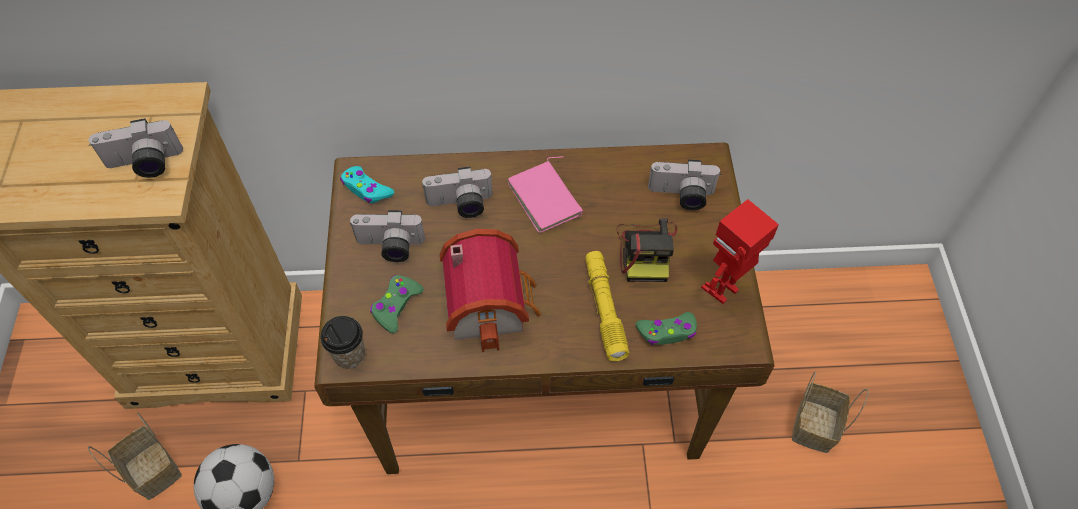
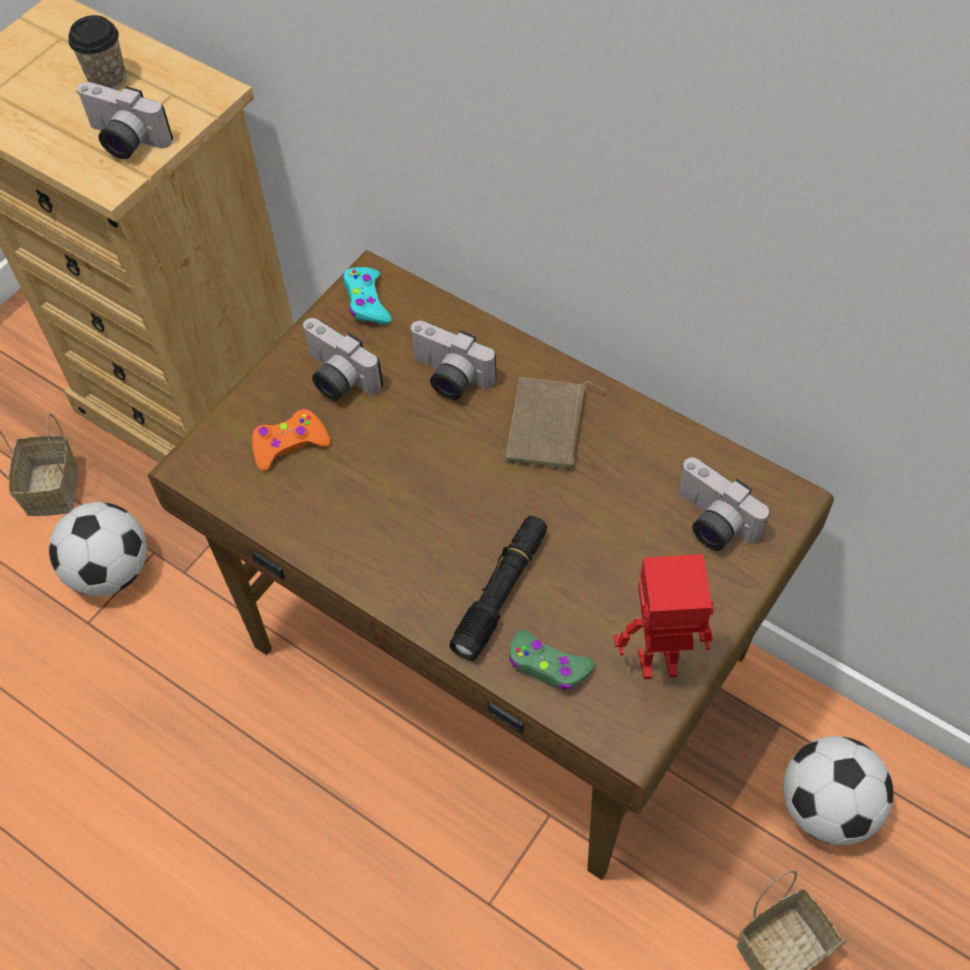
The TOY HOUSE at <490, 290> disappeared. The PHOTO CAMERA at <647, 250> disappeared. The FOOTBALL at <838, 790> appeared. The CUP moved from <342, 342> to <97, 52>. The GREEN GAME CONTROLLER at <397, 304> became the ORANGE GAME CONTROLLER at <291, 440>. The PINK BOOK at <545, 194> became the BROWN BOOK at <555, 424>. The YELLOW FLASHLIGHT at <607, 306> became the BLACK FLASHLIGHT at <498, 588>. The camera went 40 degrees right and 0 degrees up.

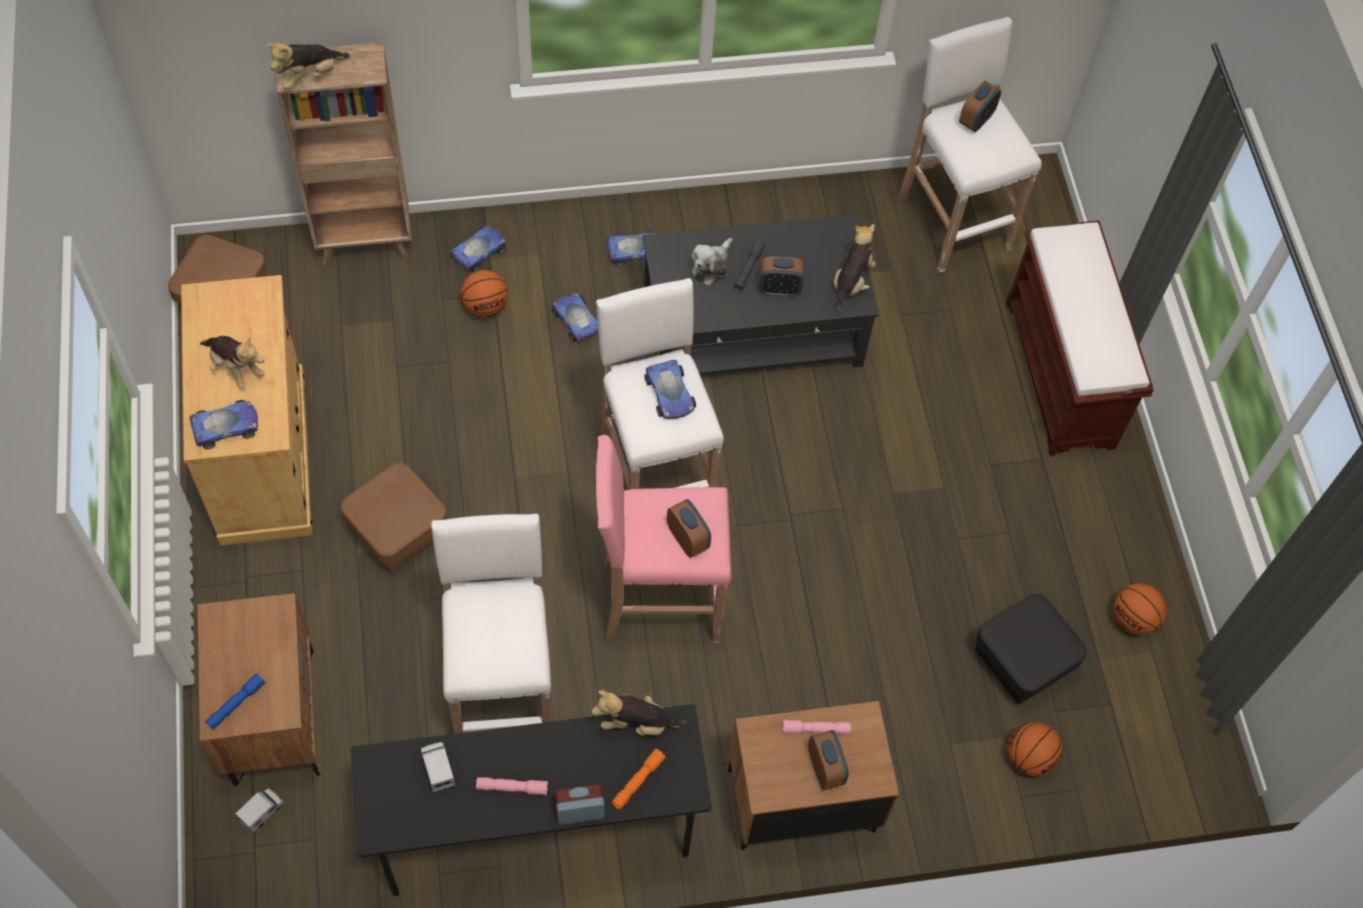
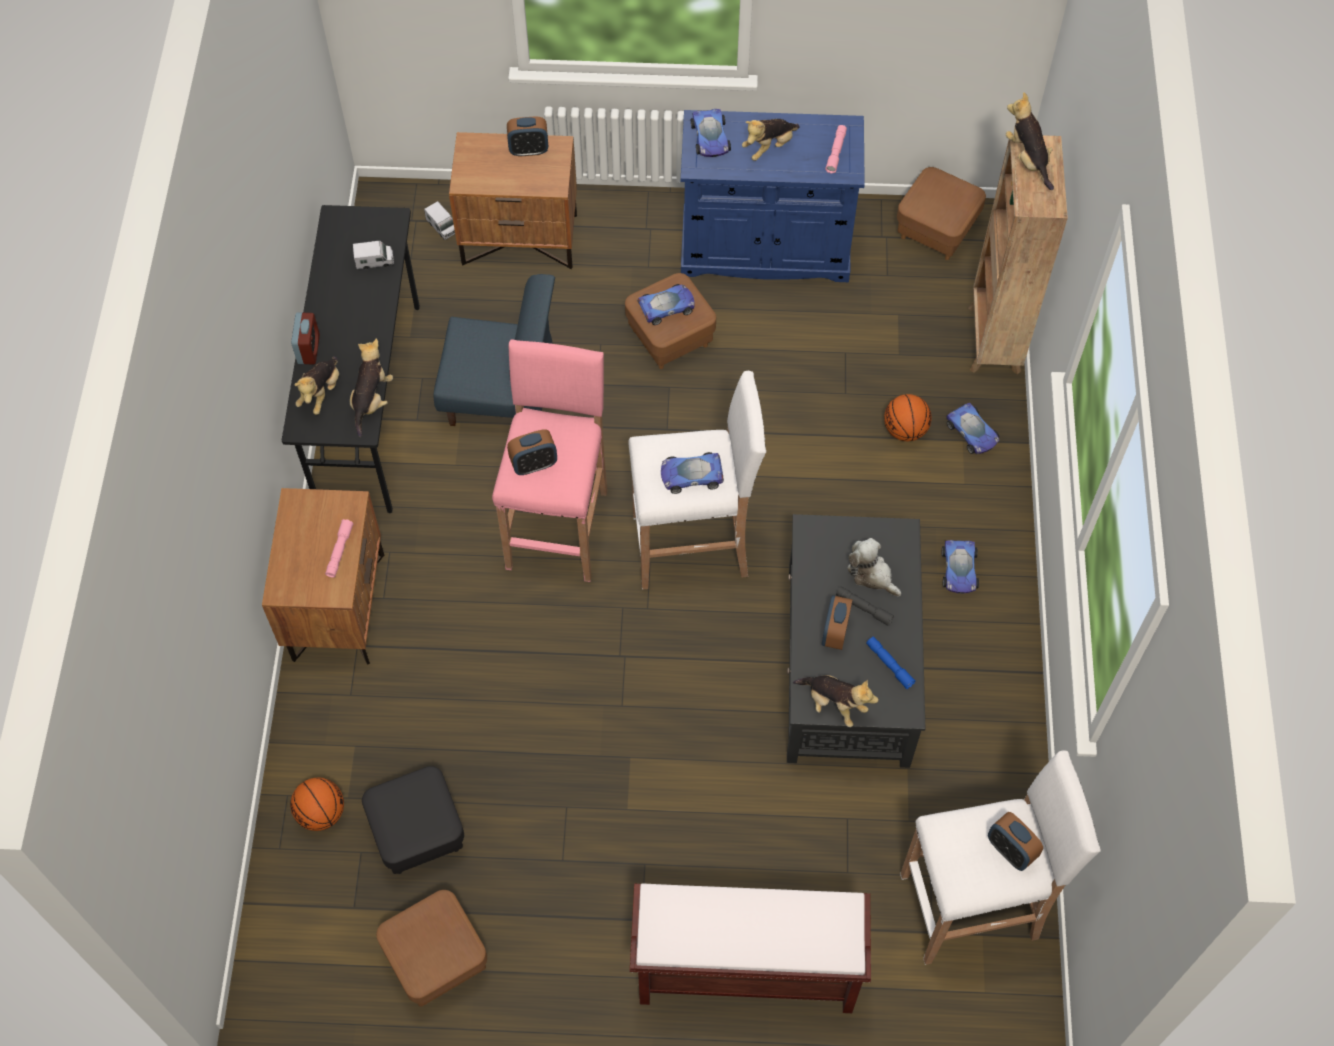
The BLUE FLASHLIGHT moved from <235, 701> to <891, 663>. The PINK FLASHLIGHT moved from <512, 786> to <836, 149>. The TOY CAR moved from <575, 317> to <666, 304>. The ALARM CLOCK moved from <828, 760> to <527, 137>. The WHITE STOOL at <491, 624> was replaced by the BLUE CHAIR at <494, 350>. The ORANGE FLASHLIGHT at <639, 779> was replaced by the PLUSH TOY at <316, 385>. The BASKETBALL at <1140, 609> was replaced by the BROWN OTTOMAN at <431, 948>. The BEIGE CABINET at <247, 410> became the BLUE CABINET at <773, 196>. The camera went 105 degrees right and 0 degrees up.

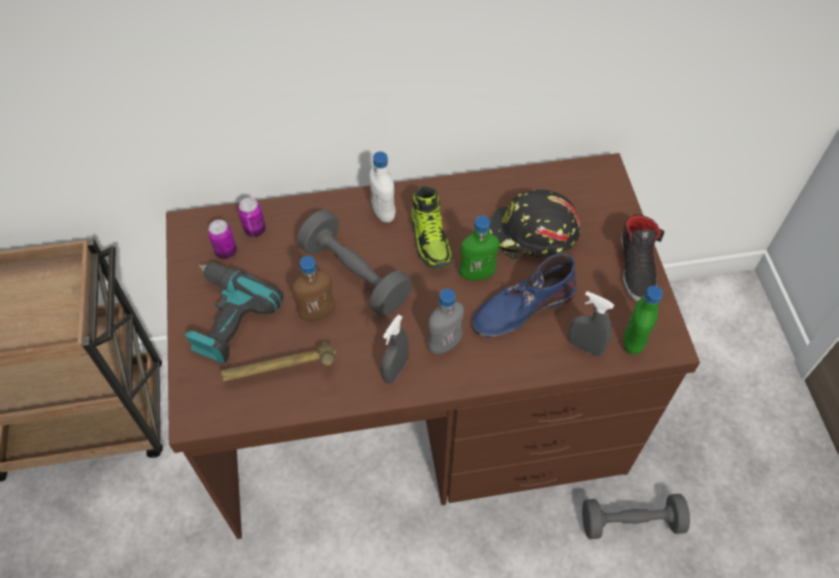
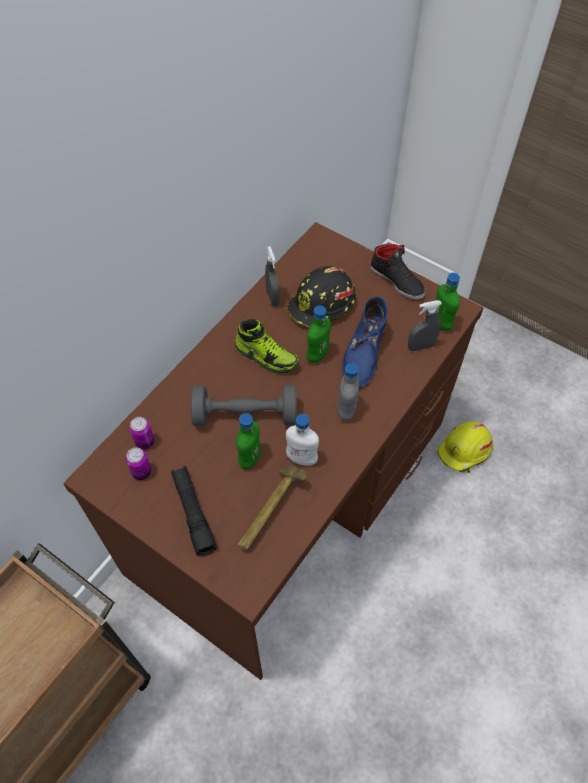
The WHITE BOTTLE moved from <382, 187> to <302, 440>. The GREY SPRAY BOTTLE moved from <395, 349> to <272, 276>. The POWER DRILL at <234, 313> was replaced by the BLACK FLASHLIGHT at <194, 511>. The GREY DUMBBELL at <636, 516> was replaced by the YELLOW HARD HAT at <465, 447>. The BROWN BOTTLE at <314, 288> became the GREEN BOTTLE at <248, 441>. The camera went 45 degrees left and 0 degrees up.

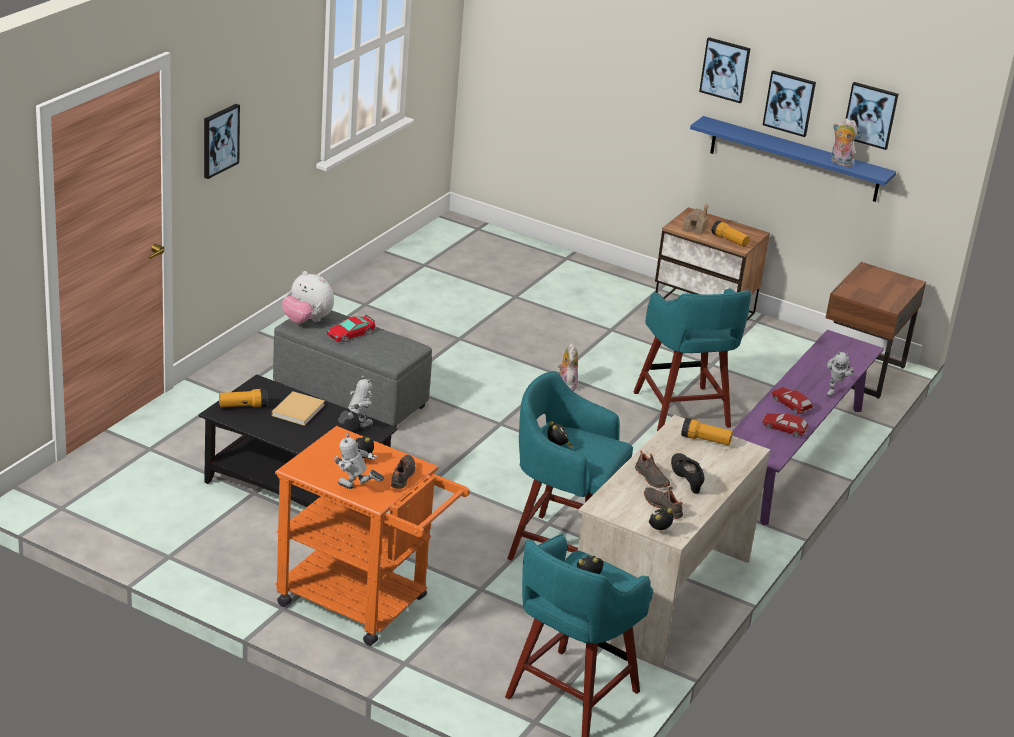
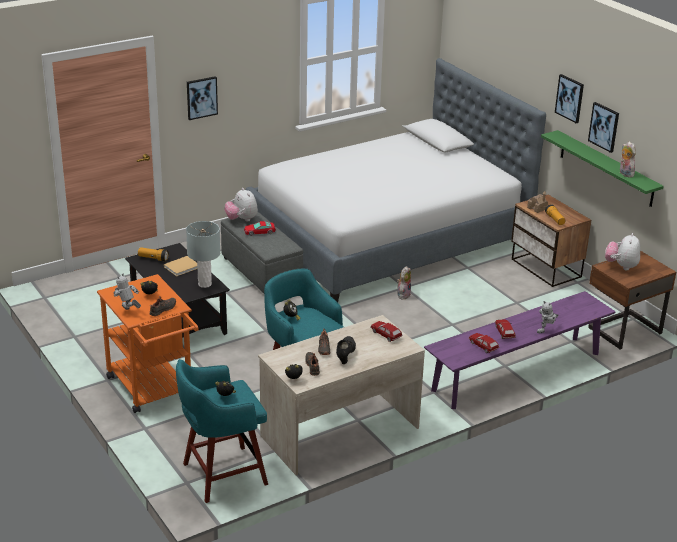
The TURQUOISE STOOL at <692, 359> disappeared. The PICTURE at <872, 116> disappeared. The BED at <395, 180> appeared. The PLUSH TOY at <622, 251> appeared. The TOY ROBOT at <355, 402> was replaced by the GREY TABLE LAMP at <203, 254>. The FLASHLIGHT at <707, 432> was replaced by the TOY CAR at <386, 331>. The BLUE SHELF at <793, 159> became the GREEN SHELF at <602, 168>. The camera went 30 degrees right and 0 degrees up.

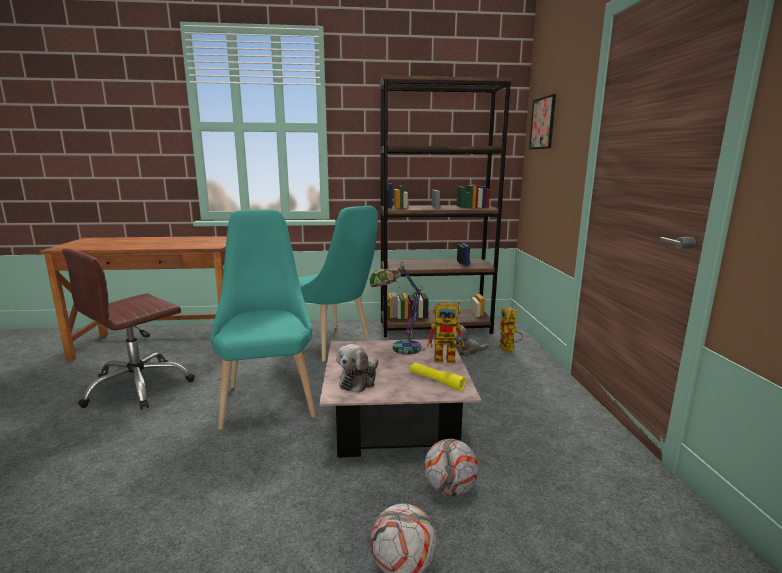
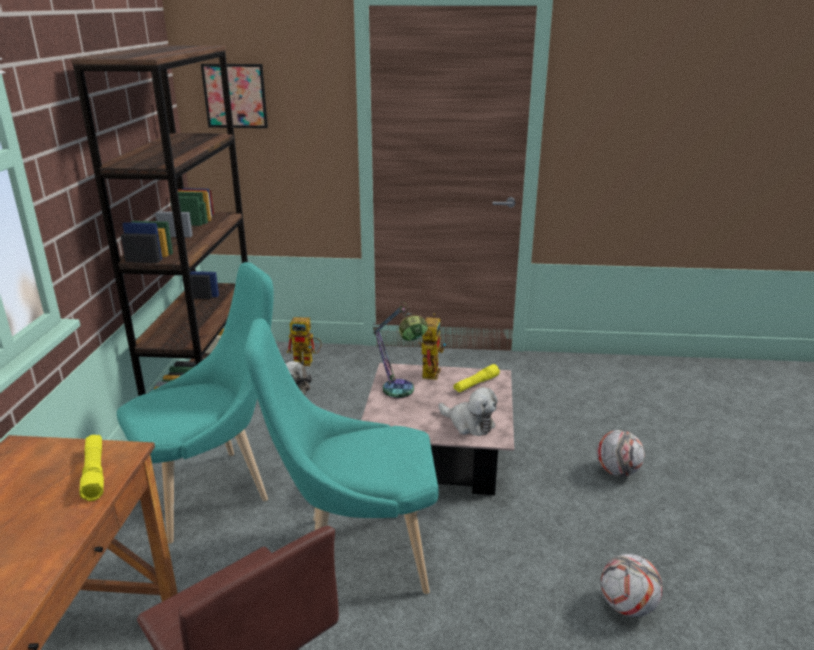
The YELLOW FLASHLIGHT at <91, 468> appeared. The FOOTBALL moved from <451, 468> to <632, 585>. The camera went 80 degrees left and 10 degrees up.

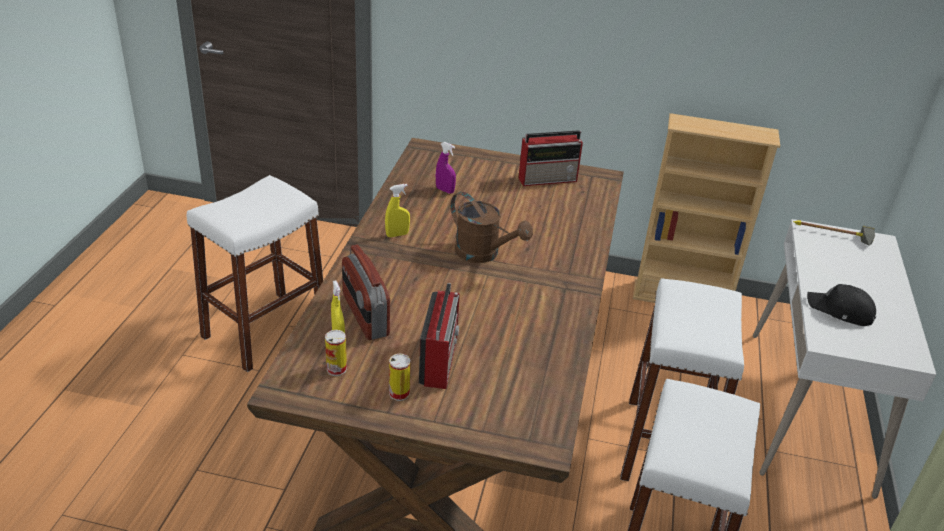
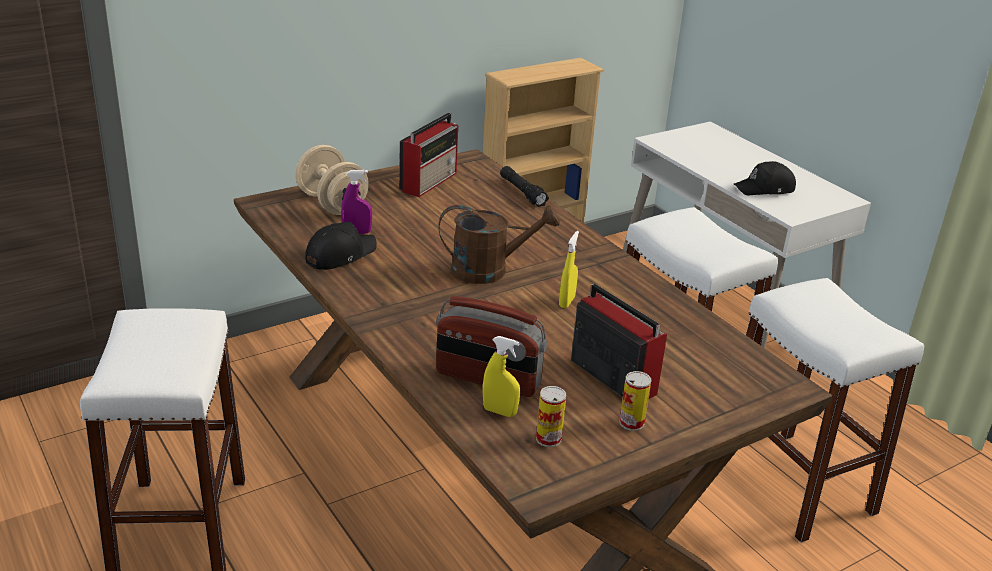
The HAMMER at <834, 232> disappeared. The BEIGE DUMBBELL at <332, 180> appeared. The BLACK CAP at <341, 246> appeared. The BLACK FLASHLIGHT at <524, 186> appeared. The YELLOW SPRAY BOTTLE moved from <397, 210> to <569, 269>. The camera went 45 degrees left and 5 degrees down.

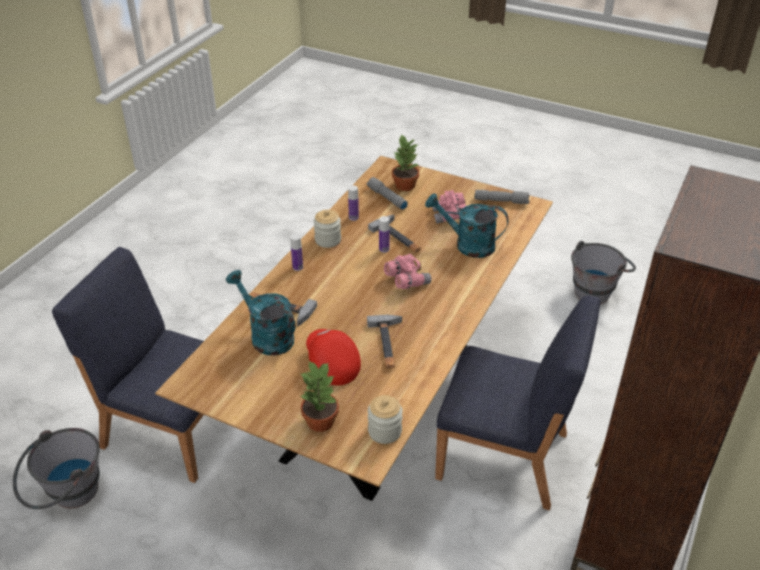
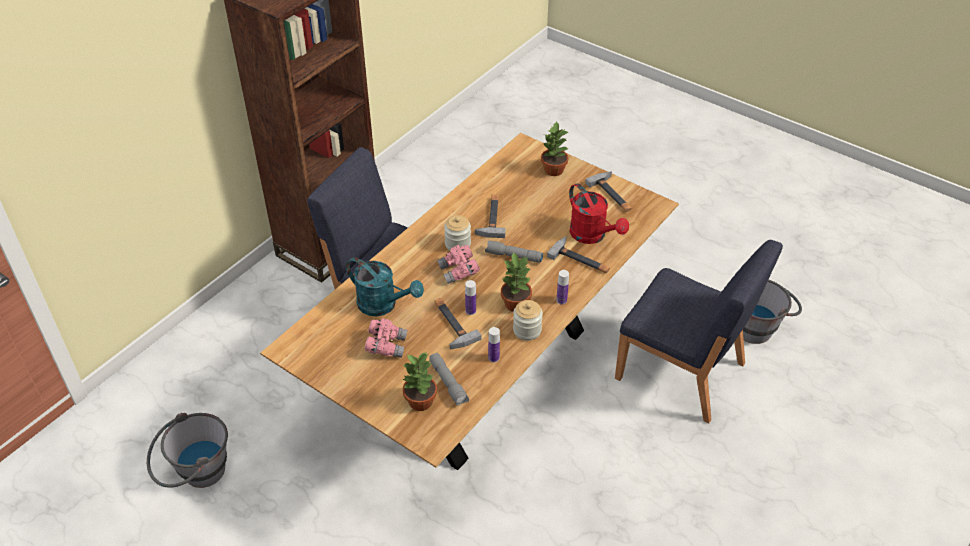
The RED CAP at <333, 357> disappeared. The POTTED PLANT at <516, 282> appeared. The HAMMER at <608, 191> appeared. The JAR moved from <385, 419> to <457, 233>. The GREY FLASHLIGHT moved from <502, 197> to <514, 252>. The TURQUOISE WATERING CAN at <260, 312> became the RED WATERING CAN at <599, 213>. The camera went 170 degrees left and 5 degrees up.

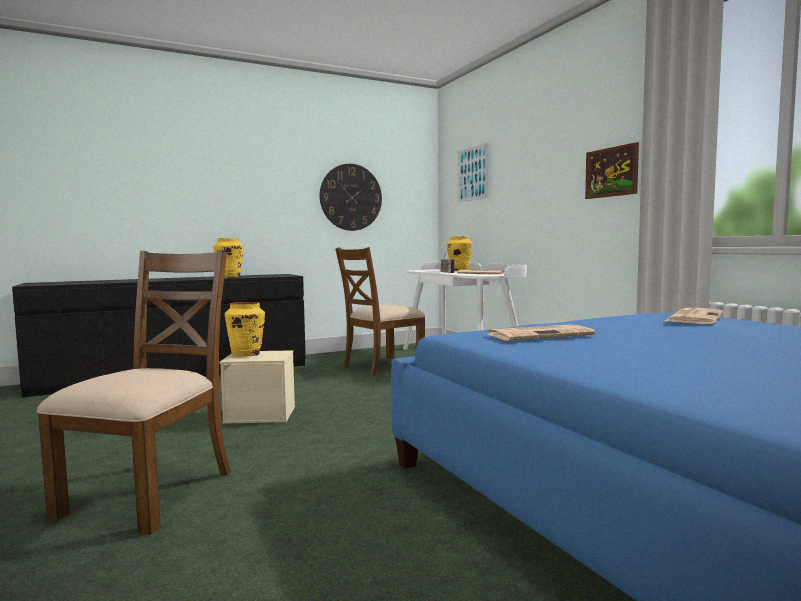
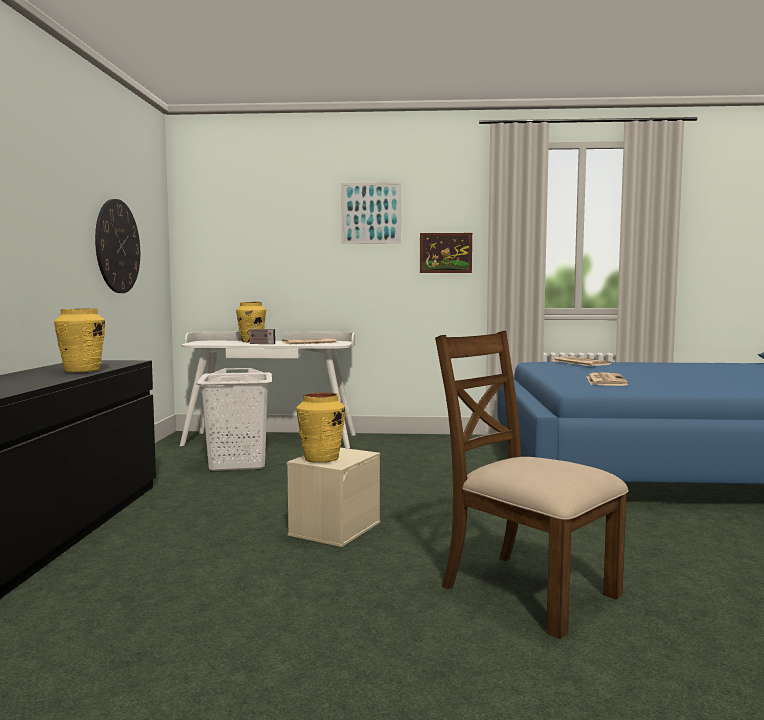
The PICTURE moved from <473, 172> to <371, 213>. The BROWN CHAIR at <380, 311> was replaced by the WHITE LAUNDRY BASKET at <234, 419>. The camera went 60 degrees left and 0 degrees up.

